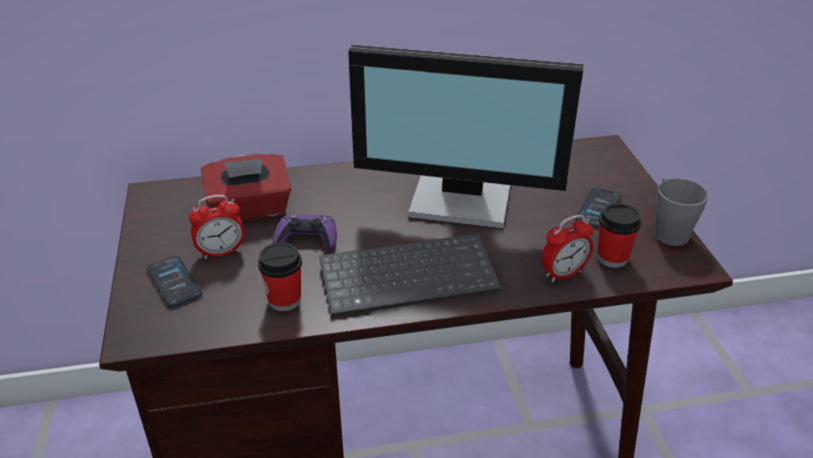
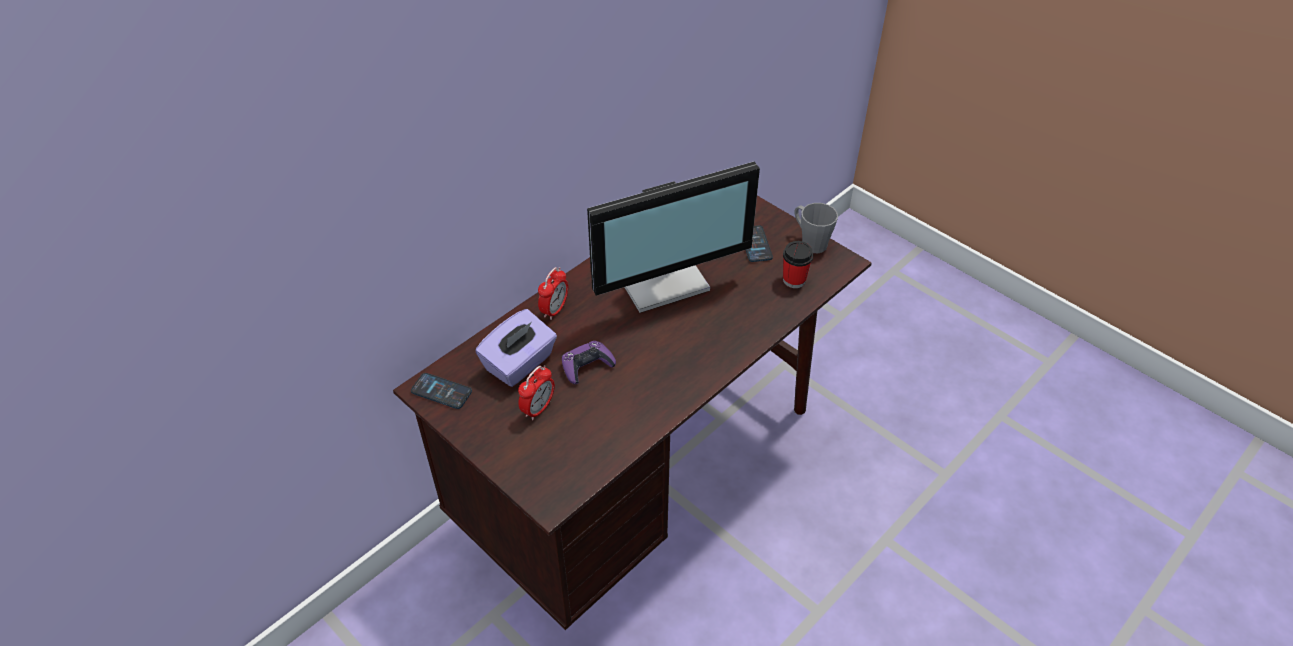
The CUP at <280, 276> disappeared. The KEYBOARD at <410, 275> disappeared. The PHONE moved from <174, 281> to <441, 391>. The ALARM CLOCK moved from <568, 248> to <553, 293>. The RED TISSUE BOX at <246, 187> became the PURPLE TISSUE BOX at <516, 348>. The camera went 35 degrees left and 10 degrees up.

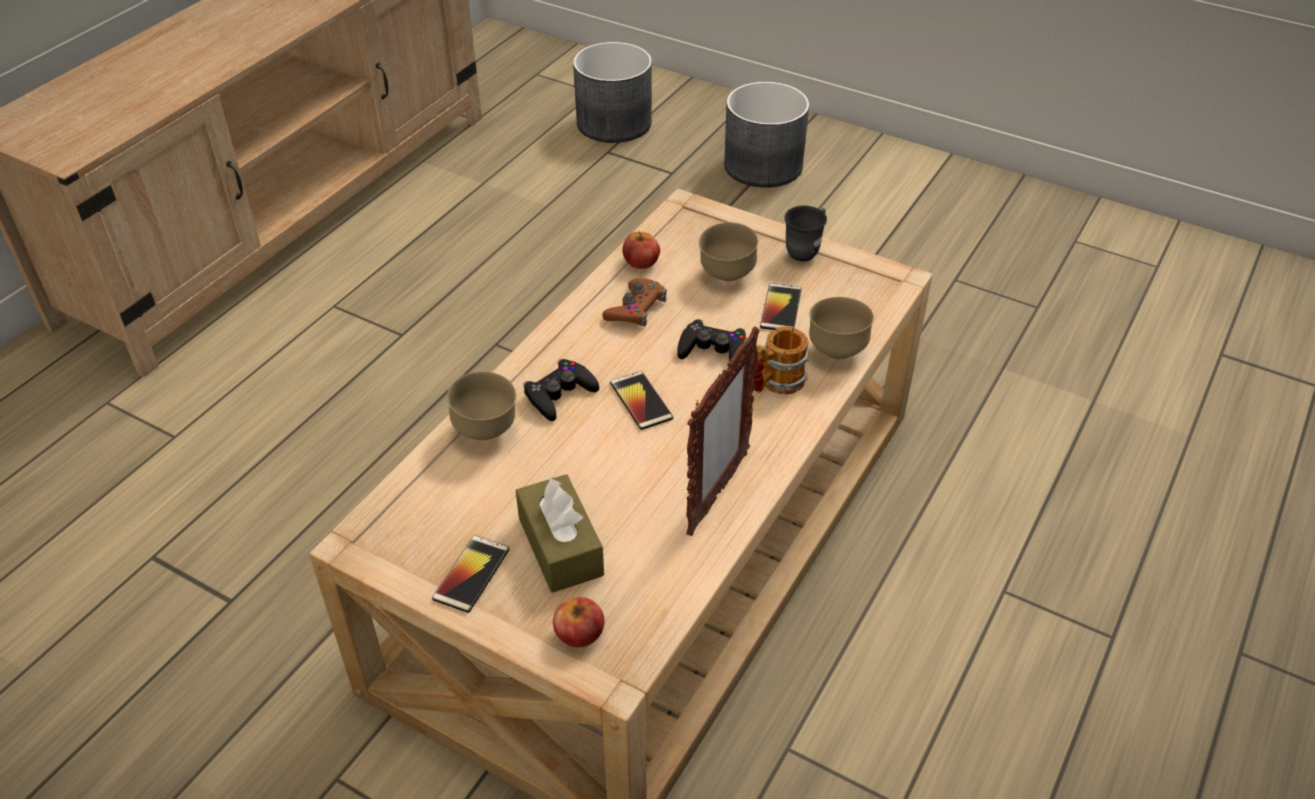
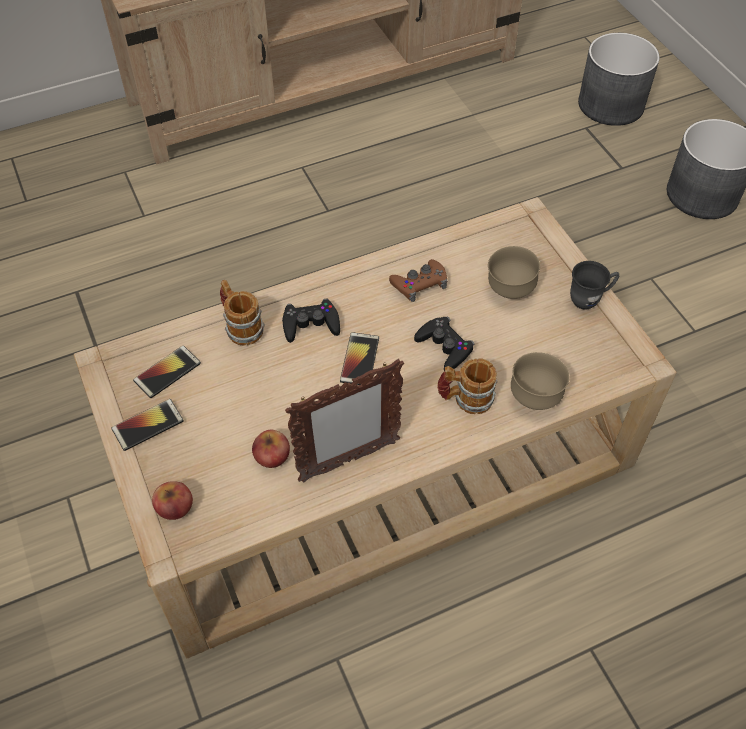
The BROWN TISSUE BOX at <560, 533> disappeared. The APPLE moved from <641, 250> to <271, 449>. The PHONE moved from <781, 306> to <167, 372>. The BROWN BOWL at <481, 405> was replaced by the MUG at <242, 313>. The camera went 35 degrees right and 10 degrees up.

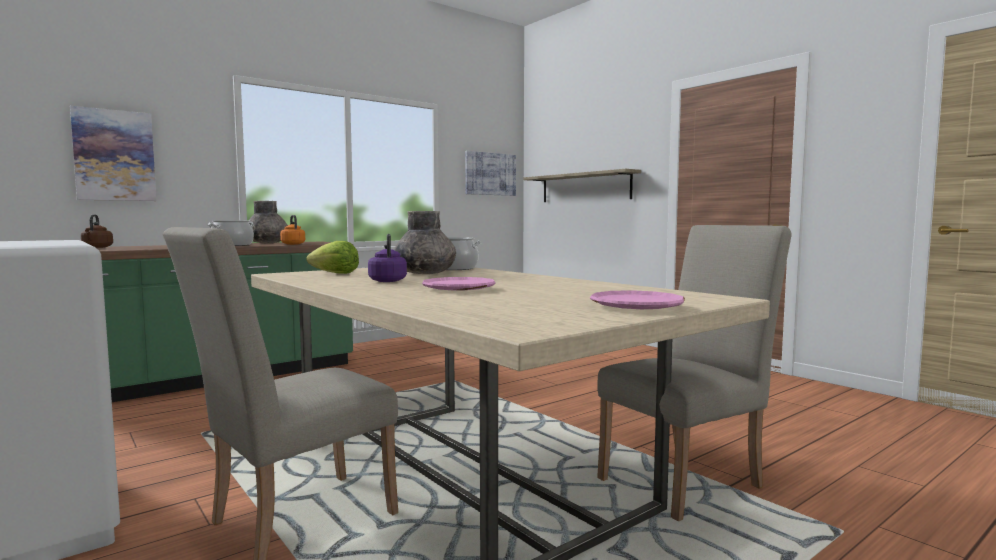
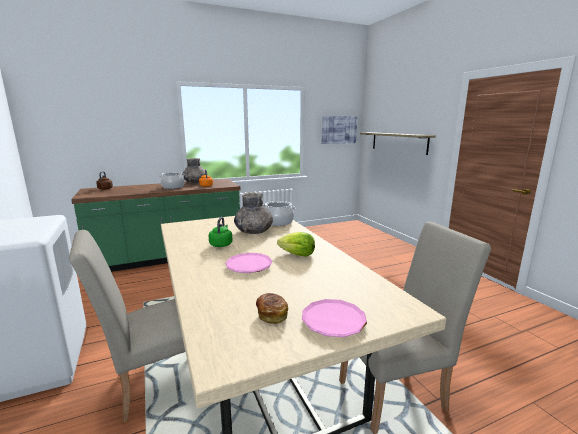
The PICTURE at <113, 153> disappeared. The BREAD at <272, 308> appeared. The LETTUCE moved from <332, 257> to <296, 244>. The PURPLE KETTLE at <387, 258> became the GREEN KETTLE at <220, 232>. The camera went 15 degrees right and 10 degrees up.

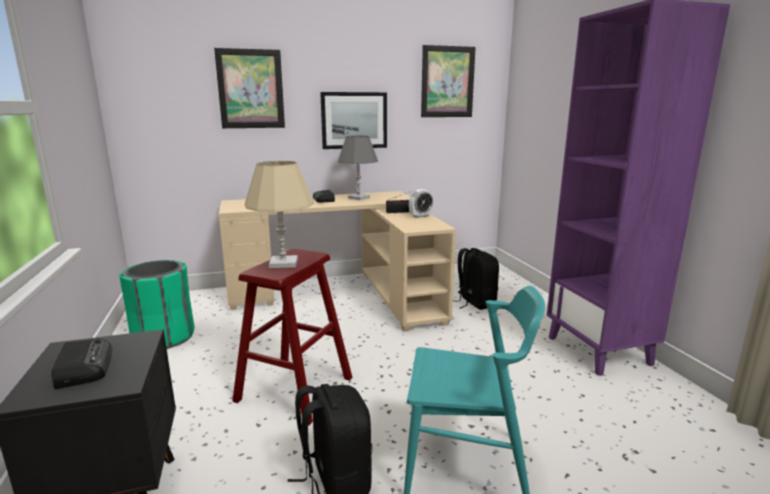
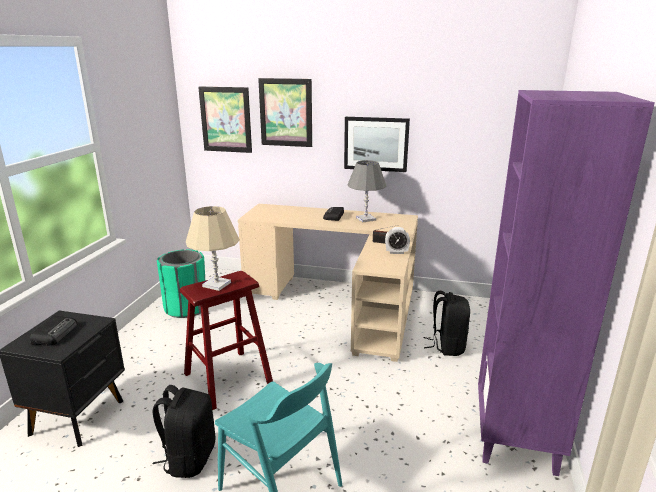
The PICTURE moved from <448, 81> to <225, 120>. The camera went 30 degrees right and 5 degrees up.

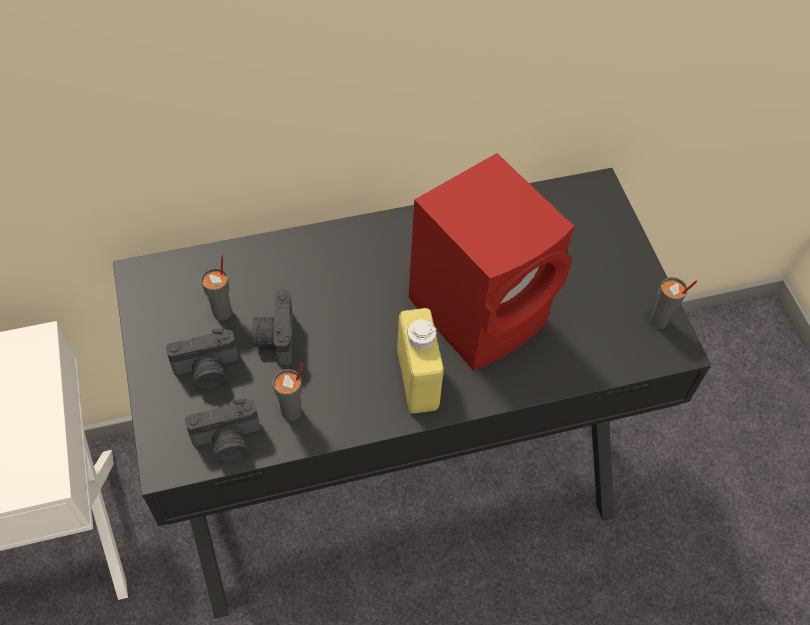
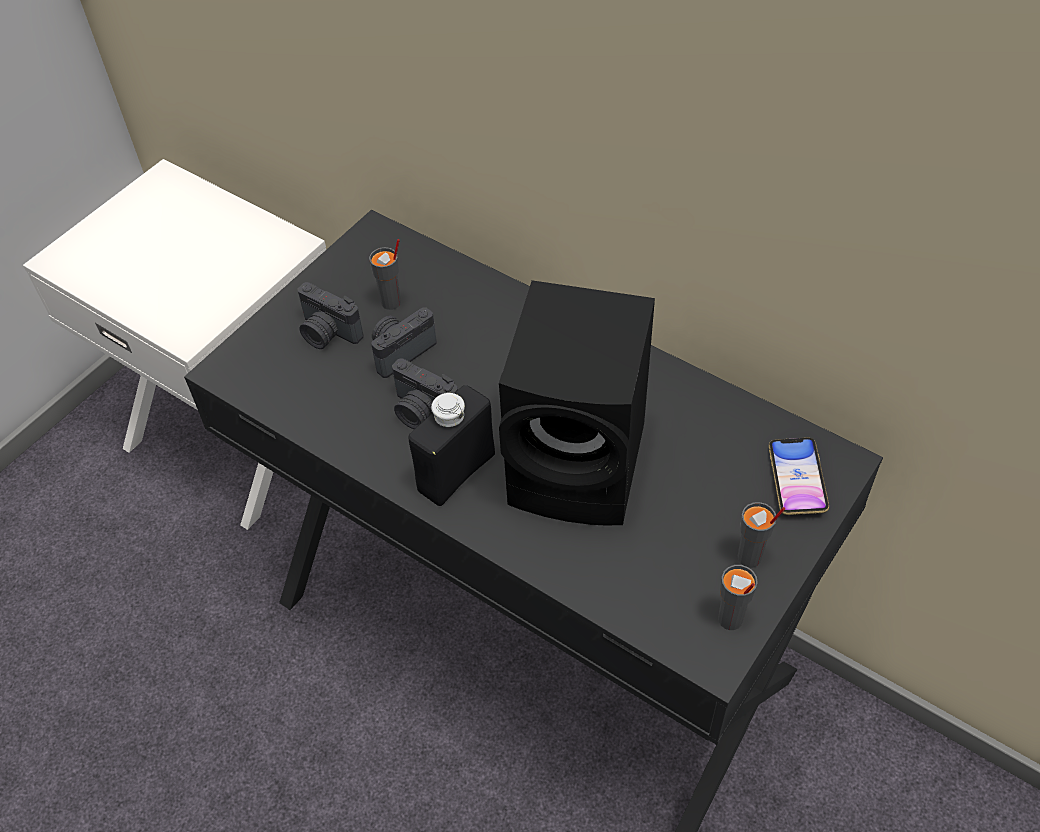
The PHONE at <799, 476> appeared. The PHOTO CAMERA moved from <223, 430> to <425, 393>. The GREY CUP moved from <288, 392> to <761, 535>. The YELLOW BOTTLE at <420, 361> became the BLACK BOTTLE at <451, 445>. The RED SPEAKER at <491, 262> became the BLACK SPEAKER at <577, 402>. The camera went 55 degrees right and 5 degrees down.

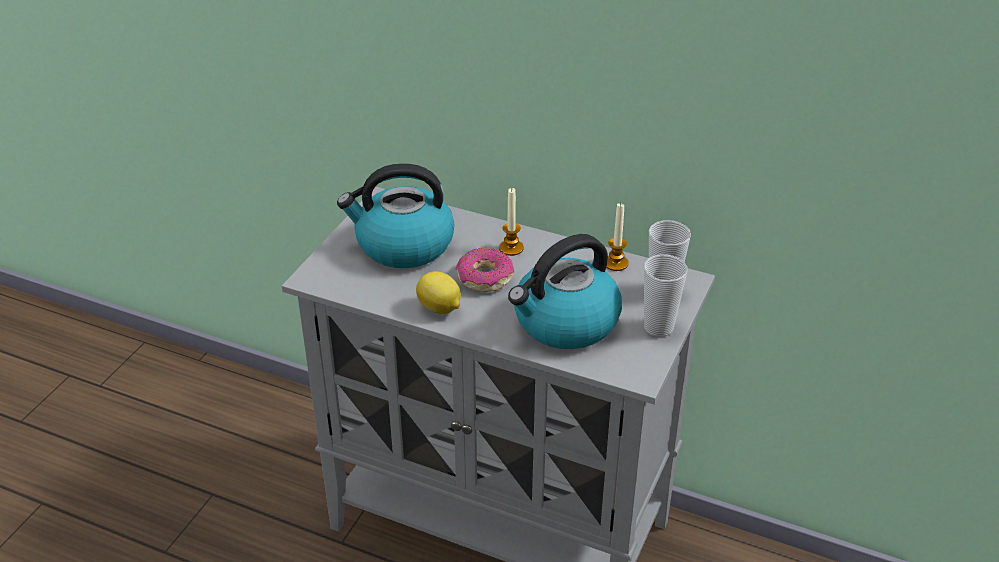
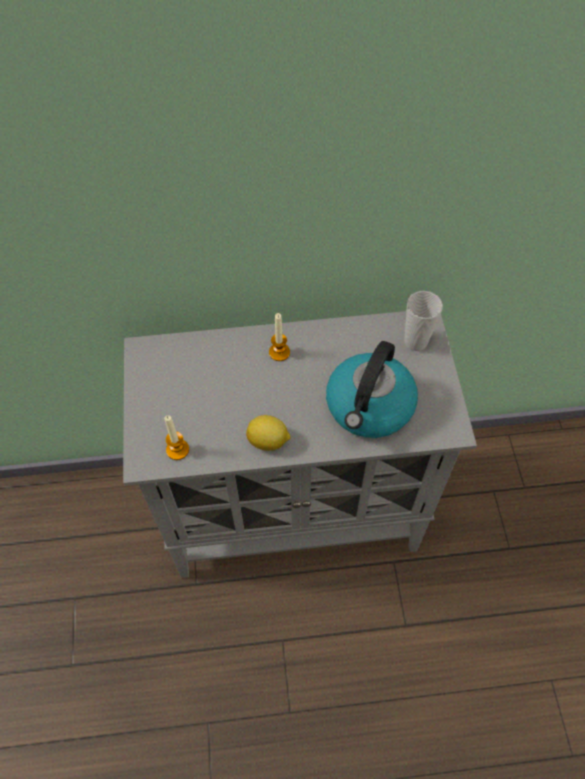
The KETTLE at <395, 215> disappeared. The DONUT at <485, 270> disappeared. The CUP at <665, 295> disappeared. The CANDLE moved from <617, 237> to <176, 437>. The camera went 30 degrees left and 20 degrees up.

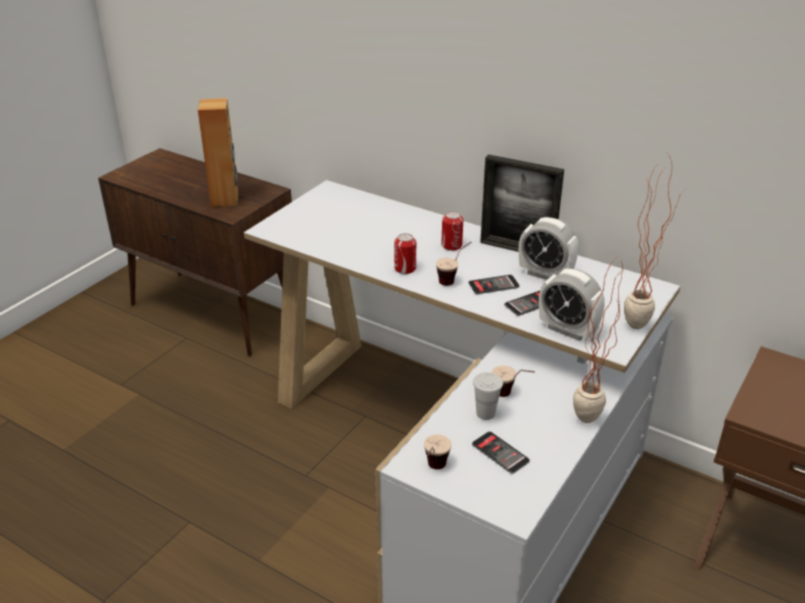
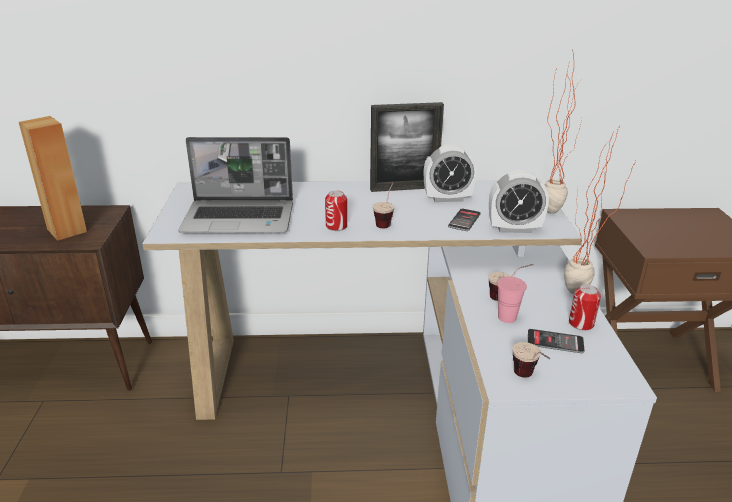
The PHONE at <494, 284> disappeared. The LAPTOP at <235, 185> appeared. The CAN moved from <452, 231> to <585, 307>. The WHITE CUP at <488, 396> became the PINK CUP at <512, 300>. The camera went 35 degrees left and 5 degrees down.

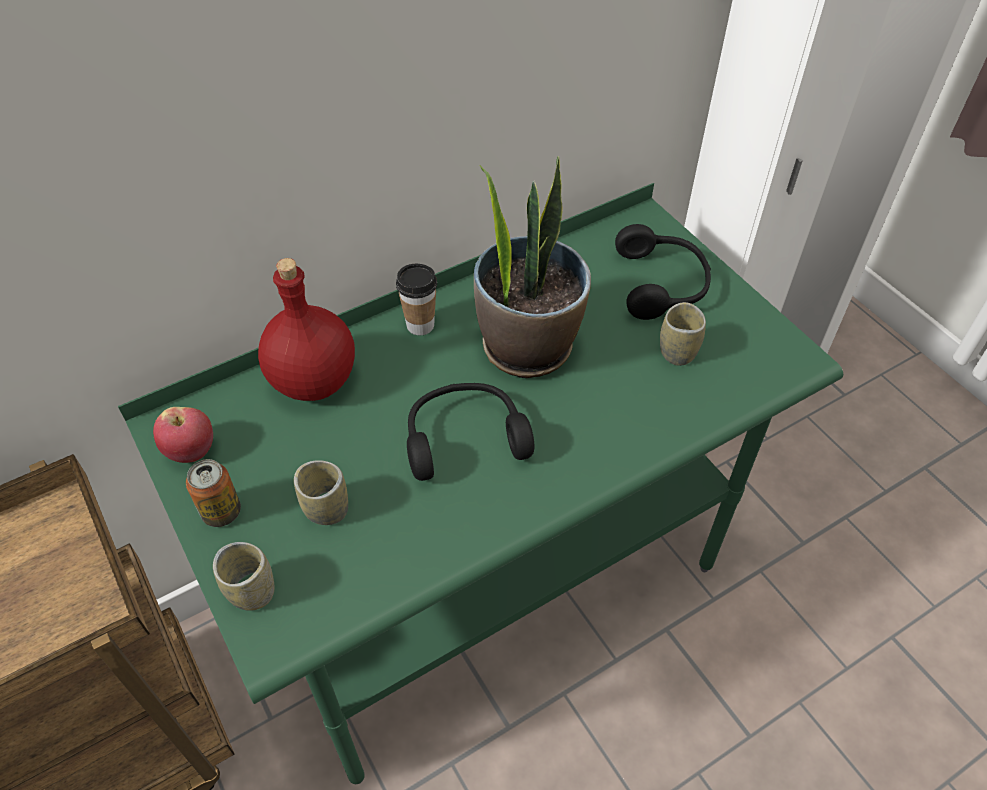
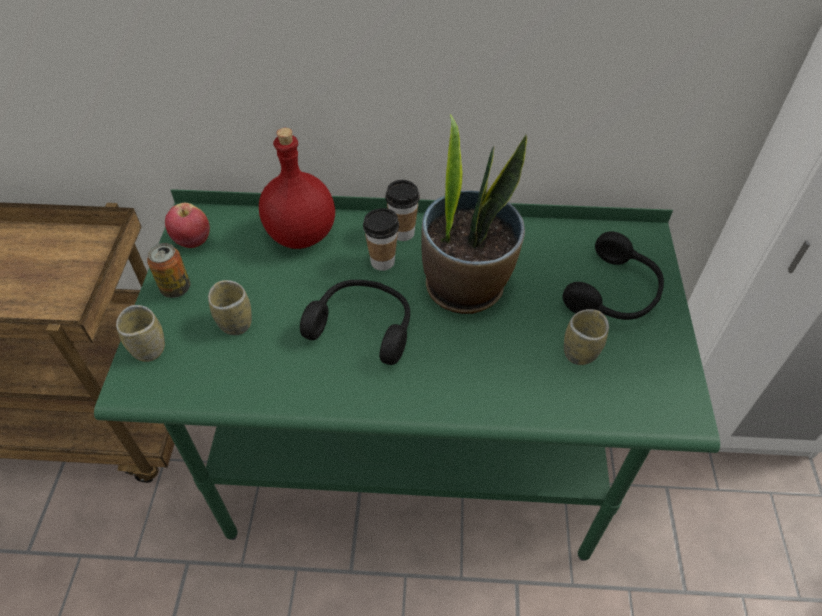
The CUP at <381, 239> appeared. The camera went 35 degrees right and 0 degrees up.

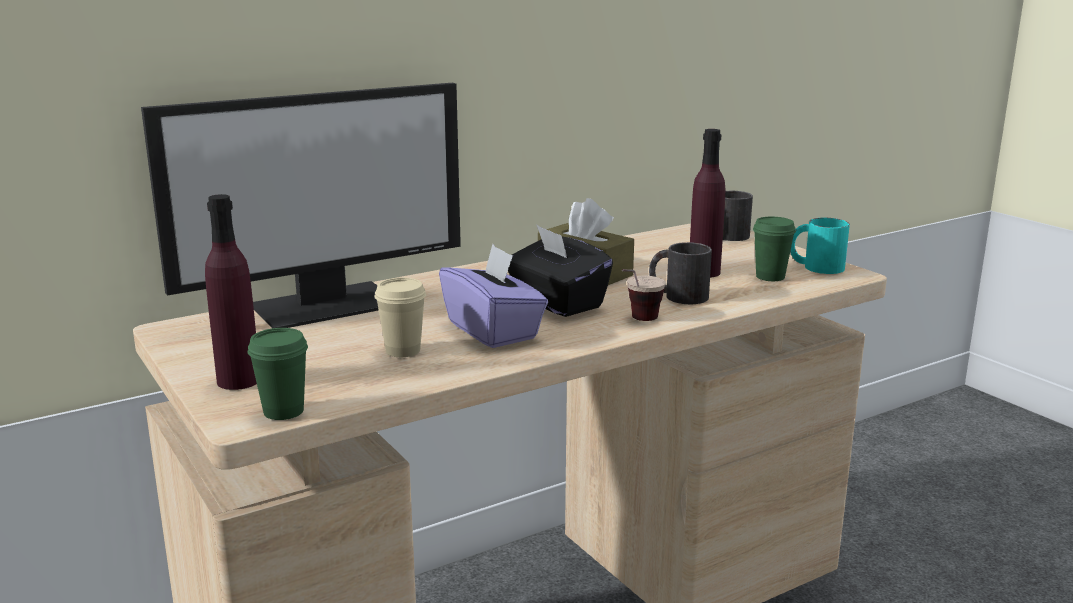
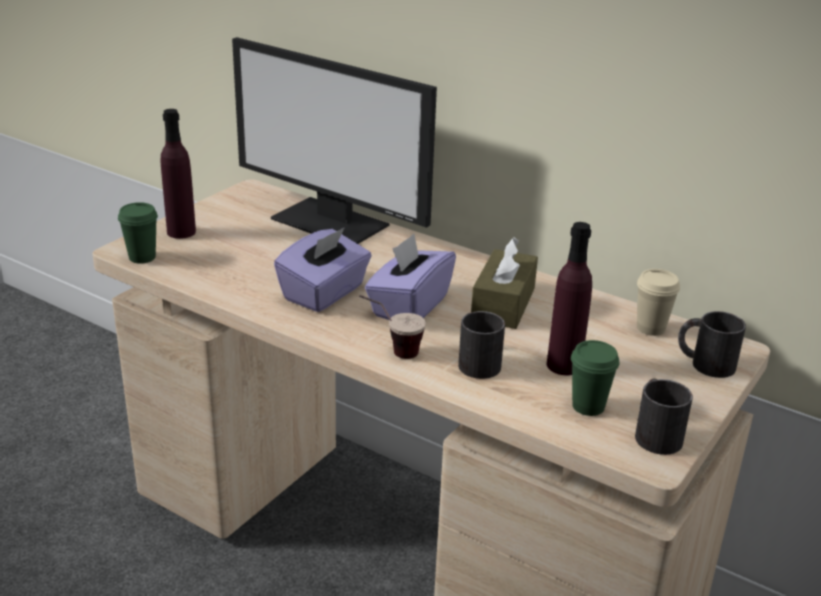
The BEIGE CUP moved from <400, 317> to <658, 302>. The BLACK TISSUE BOX at <560, 271> became the PURPLE TISSUE BOX at <410, 277>. The TURQUOISE MUG at <820, 246> became the BLACK MUG at <664, 417>. The camera went 65 degrees right and 10 degrees up.

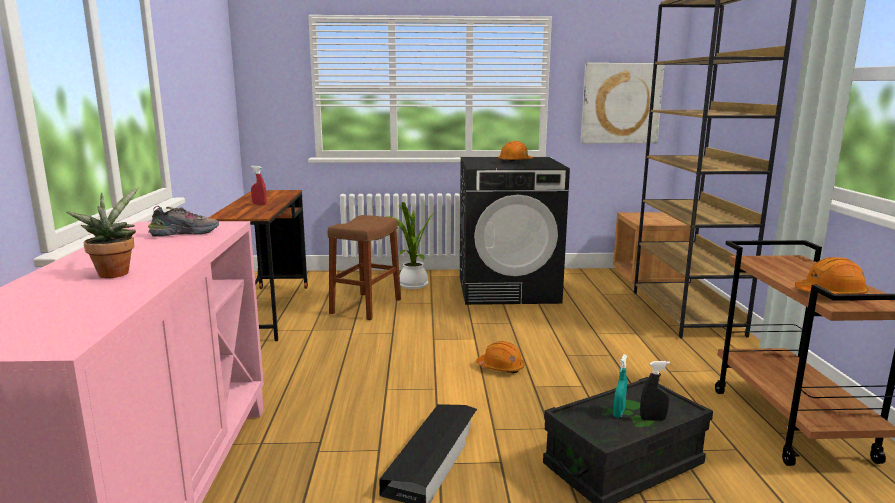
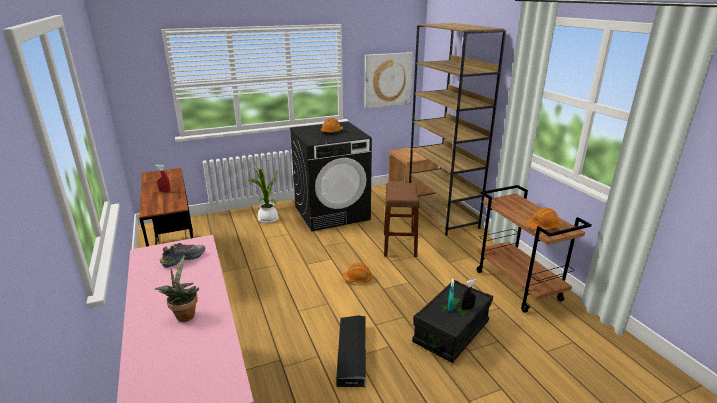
The BROWN STOOL moved from <364, 267> to <402, 220>. The camera went 20 degrees left and 10 degrees up.

